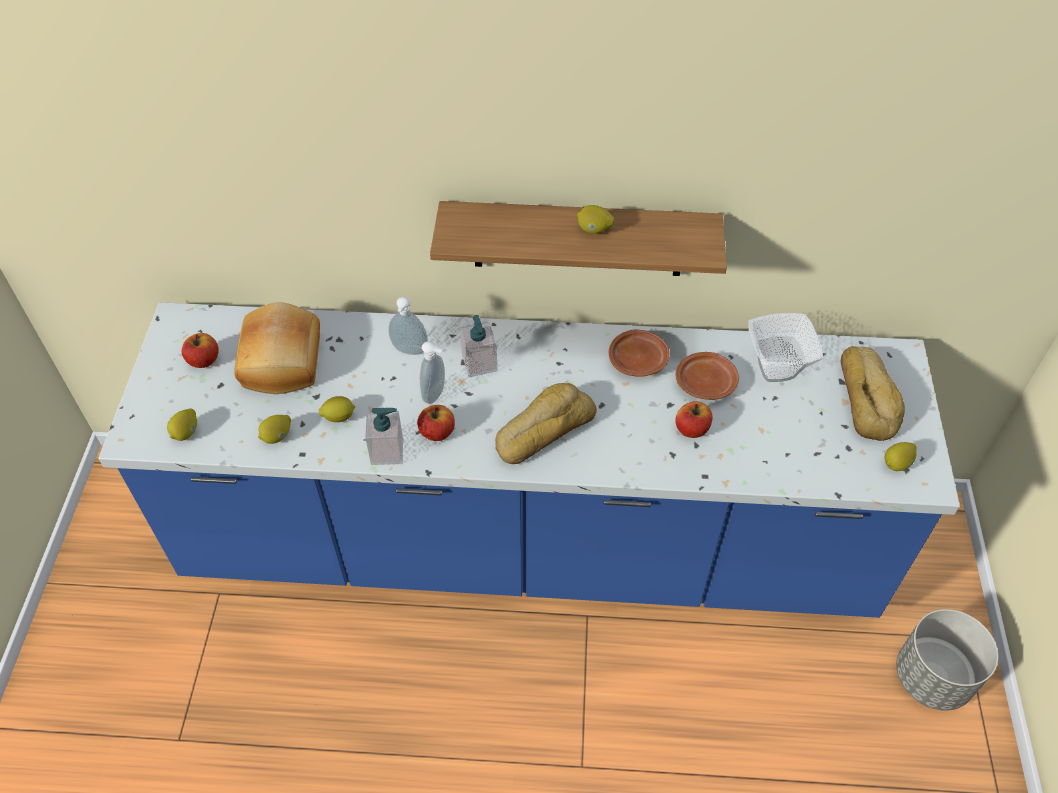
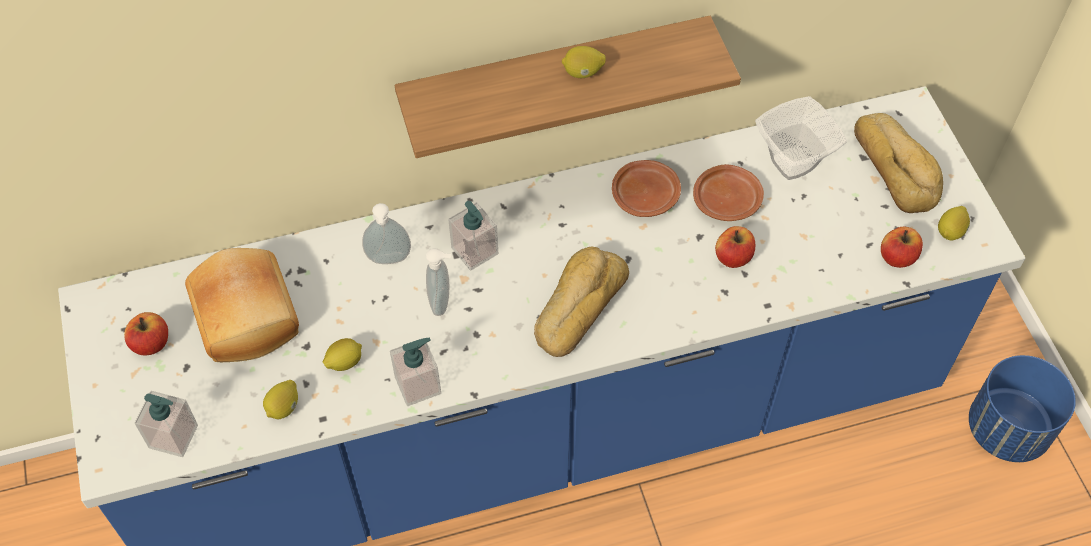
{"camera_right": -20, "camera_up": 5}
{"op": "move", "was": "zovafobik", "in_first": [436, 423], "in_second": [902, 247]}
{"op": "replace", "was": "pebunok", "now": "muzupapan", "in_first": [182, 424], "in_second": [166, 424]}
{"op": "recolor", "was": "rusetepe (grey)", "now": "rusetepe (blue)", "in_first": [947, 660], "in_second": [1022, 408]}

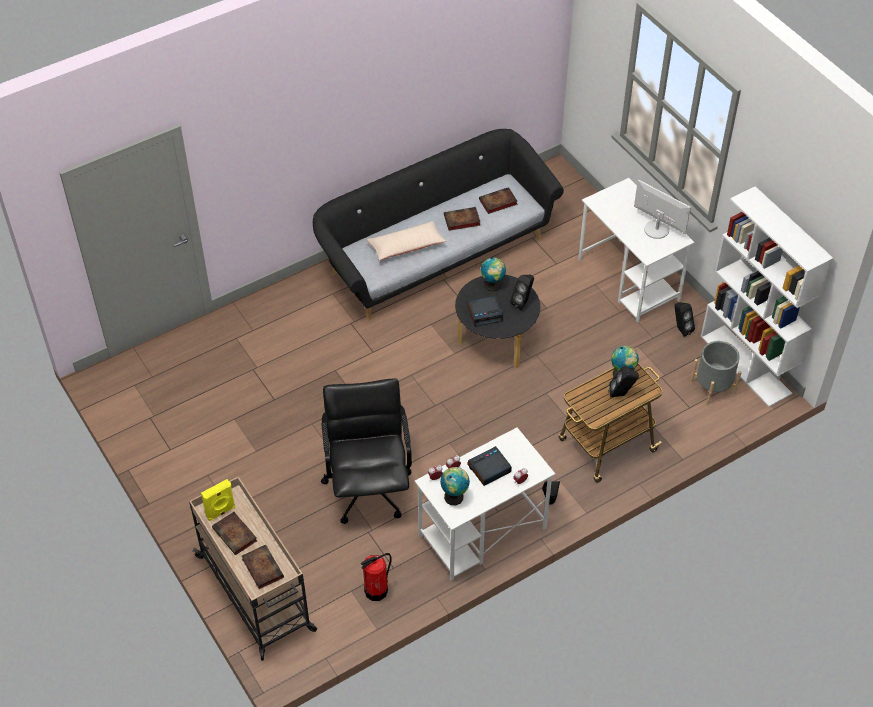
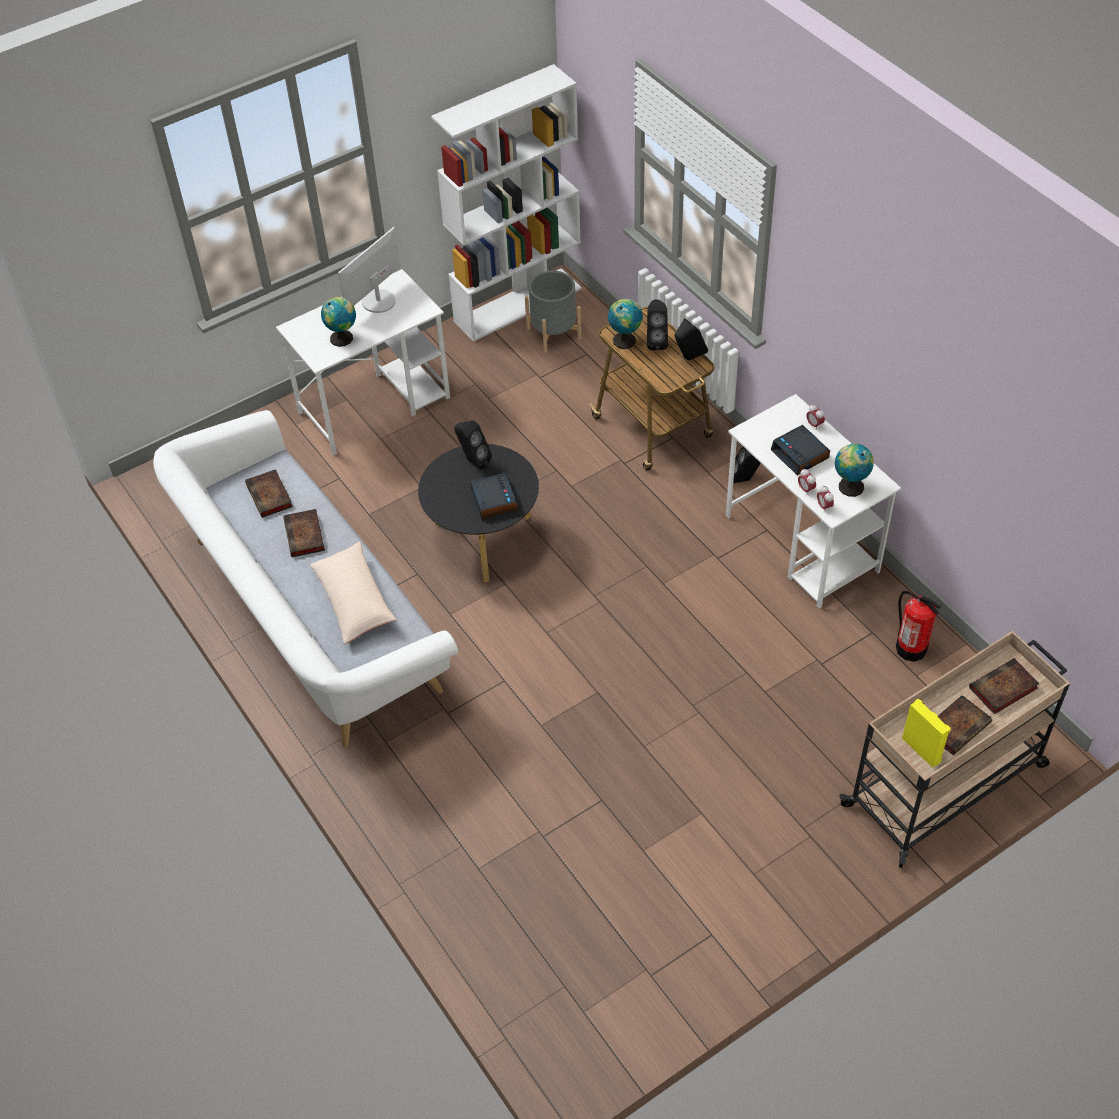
{"camera_right": -90, "camera_up": 0}
{"op": "delete", "was": "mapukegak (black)", "in_first": [366, 451]}
{"op": "move", "was": "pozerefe", "in_first": [493, 274], "in_second": [338, 322]}
{"op": "move", "was": "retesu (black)", "in_first": [684, 319], "in_second": [691, 339]}
{"op": "recolor", "was": "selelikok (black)", "now": "selelikok (white)", "in_first": [438, 225], "in_second": [305, 578]}

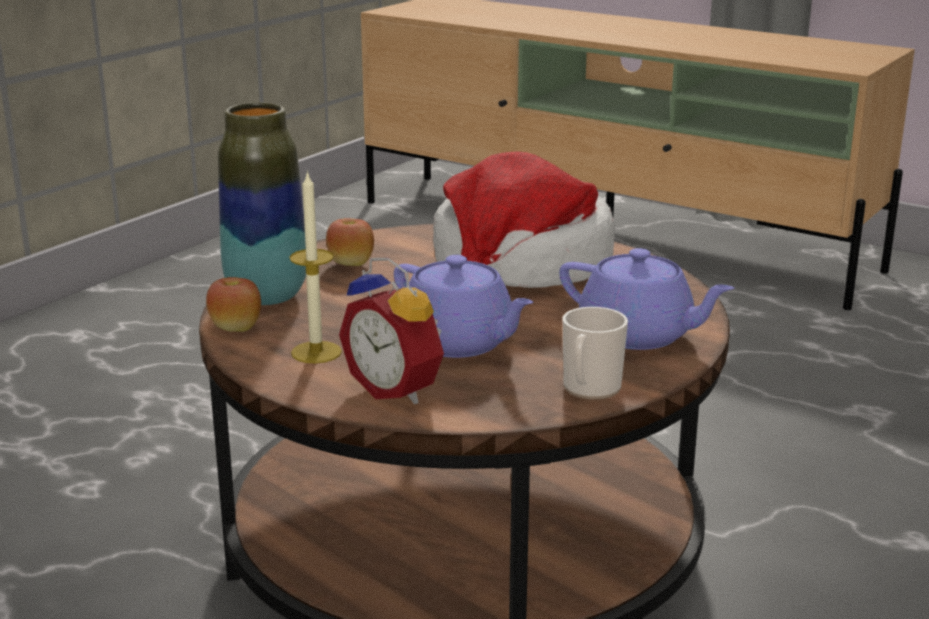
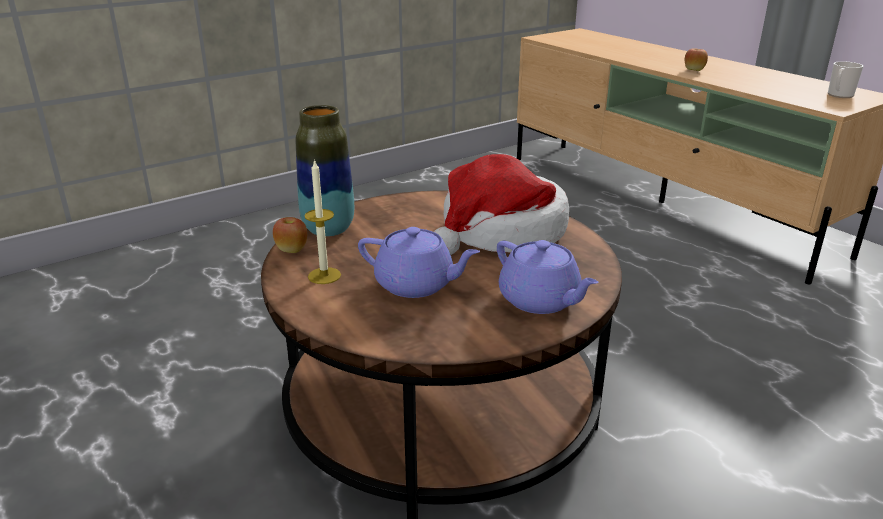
{"camera_right": 20, "camera_up": 5}
{"op": "delete", "was": "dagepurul", "in_first": [391, 330]}
{"op": "move", "was": "zovafobik", "in_first": [350, 242], "in_second": [696, 60]}
{"op": "move", "was": "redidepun", "in_first": [595, 353], "in_second": [846, 79]}
{"op": "rotate", "was": "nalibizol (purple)", "in_first": [463, 306], "in_second": [419, 262], "clockwise": -45}

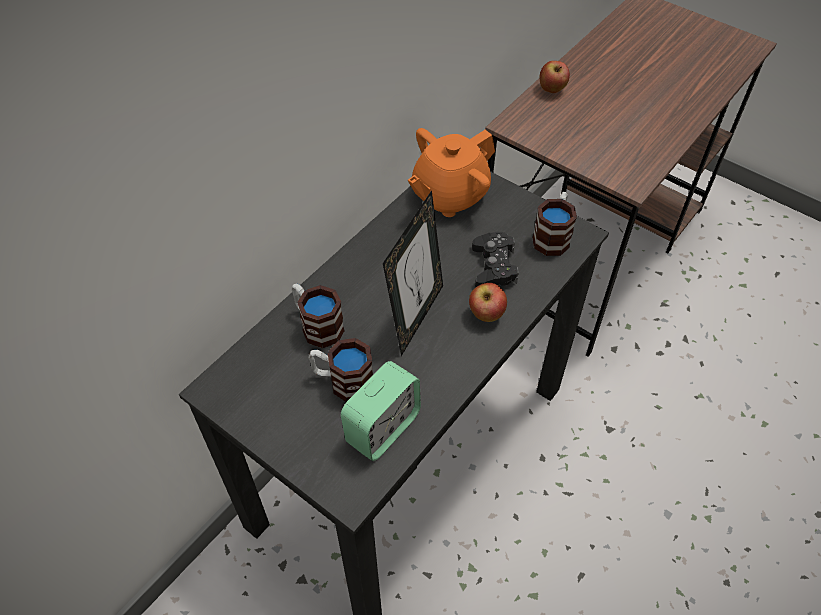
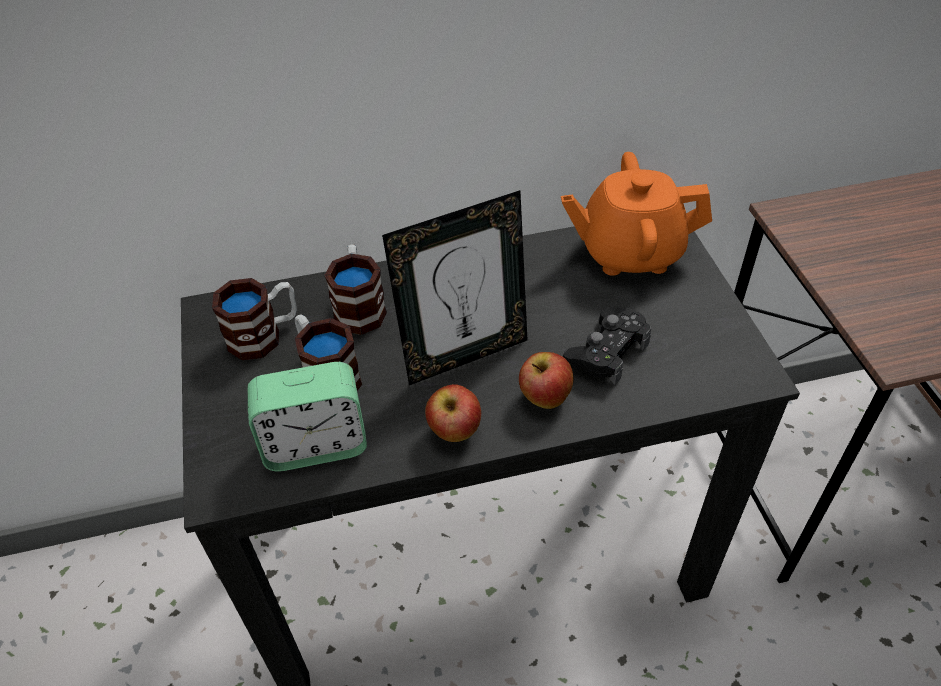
{"camera_right": 40, "camera_up": -5}
{"op": "move", "was": "redidepun", "in_first": [554, 224], "in_second": [254, 319]}
{"op": "move", "was": "zovafobik", "in_first": [555, 77], "in_second": [453, 413]}

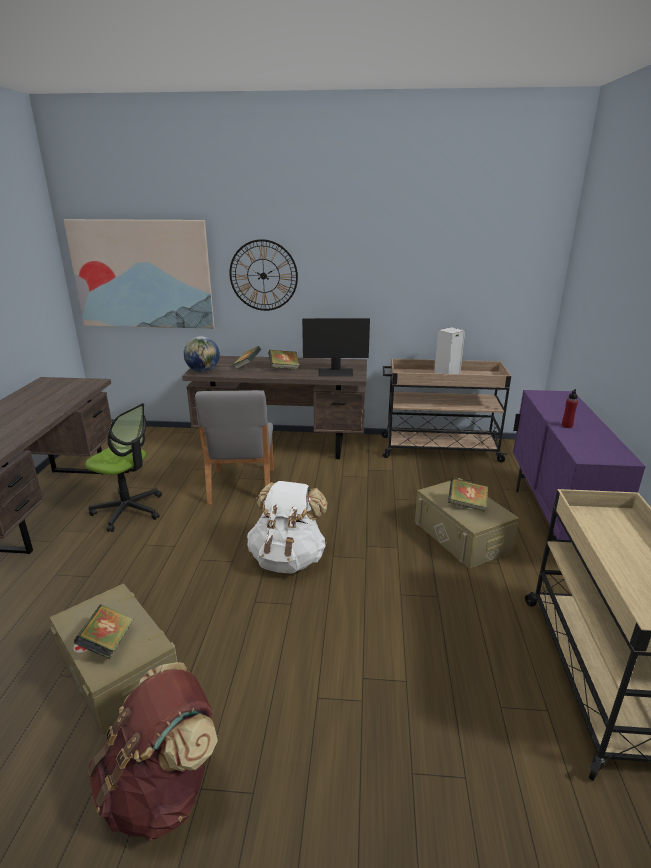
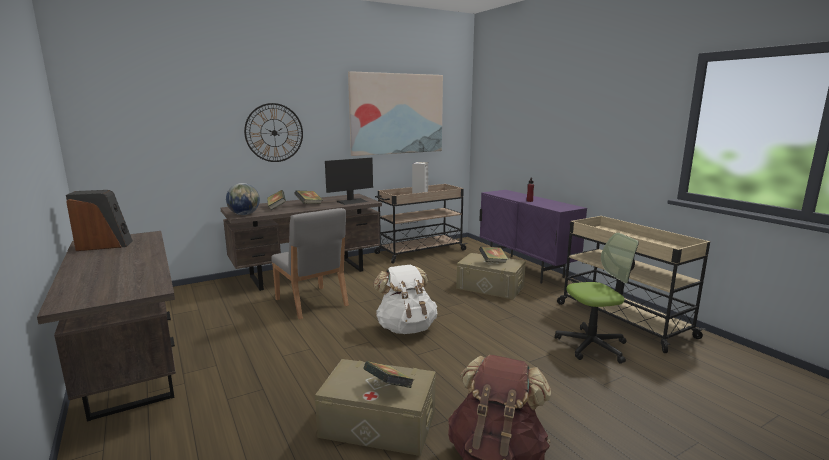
{"camera_right": -35, "camera_up": -10}
{"op": "insert", "now": "retesu", "in_second": [99, 220]}
{"op": "move", "was": "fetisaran", "in_first": [139, 273], "in_second": [395, 113]}
{"op": "move", "was": "mapukegak", "in_first": [123, 467], "in_second": [597, 298]}

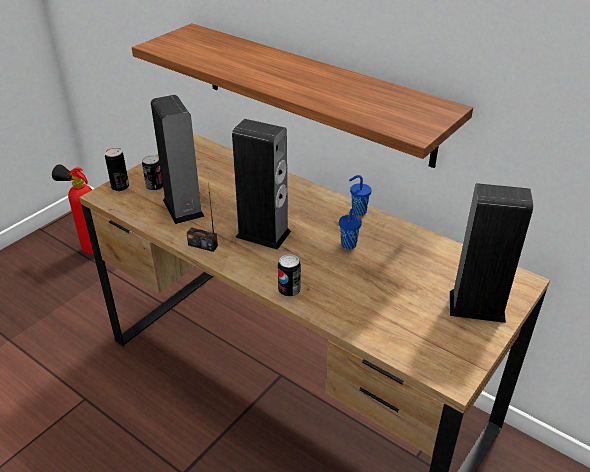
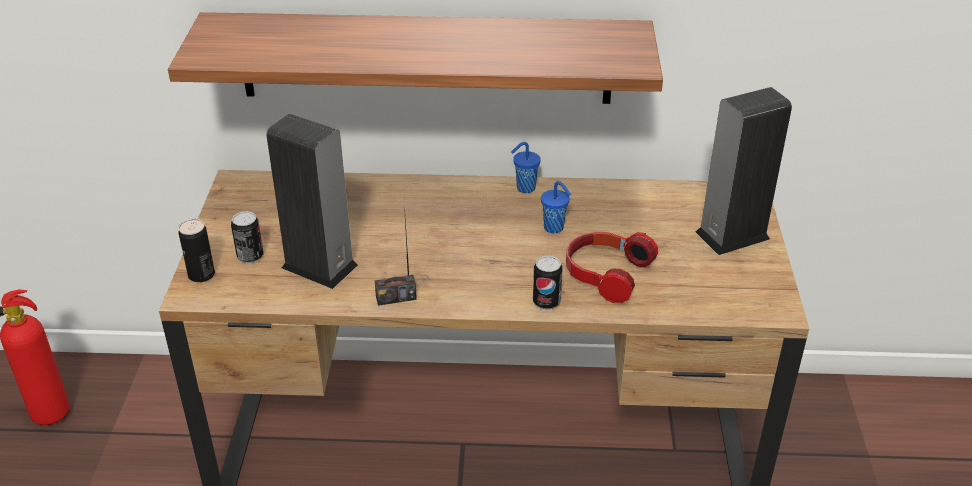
{"camera_right": -35, "camera_up": 0}
{"op": "delete", "was": "retesu", "in_first": [261, 184]}
{"op": "insert", "now": "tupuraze", "in_second": [612, 268]}

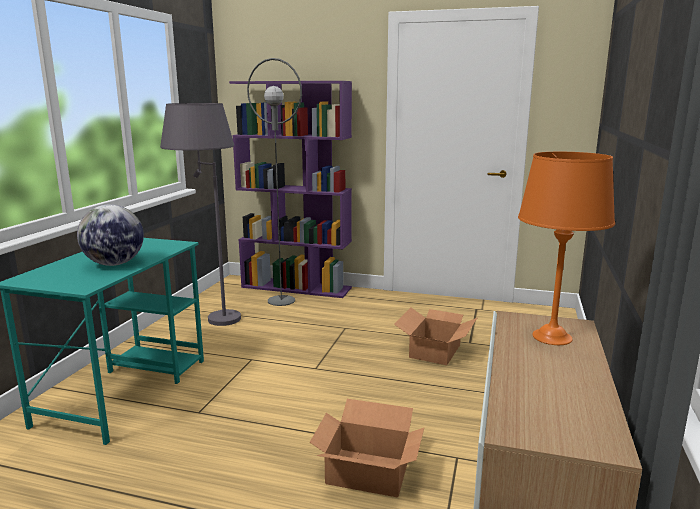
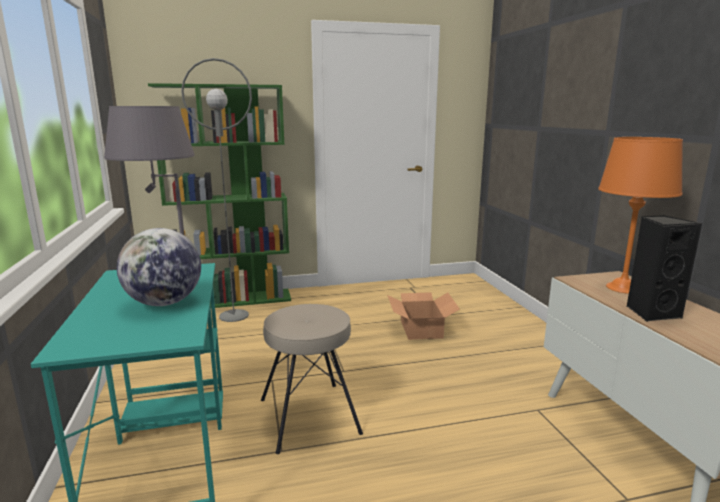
{"camera_right": -30, "camera_up": 0}
{"op": "delete", "was": "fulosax", "in_first": [367, 448]}
{"op": "insert", "now": "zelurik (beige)", "in_second": [312, 379]}
{"op": "insert", "now": "retesu (black)", "in_second": [664, 268]}
{"op": "recolor", "was": "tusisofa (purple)", "now": "tusisofa (green)", "in_first": [290, 189], "in_second": [219, 195]}

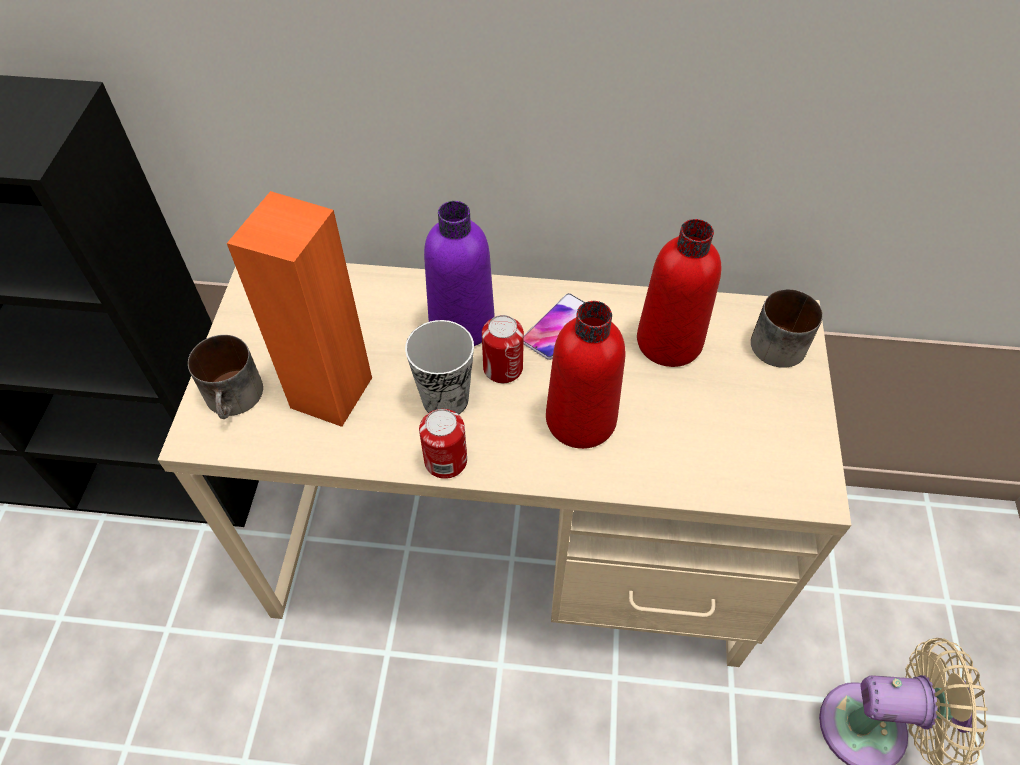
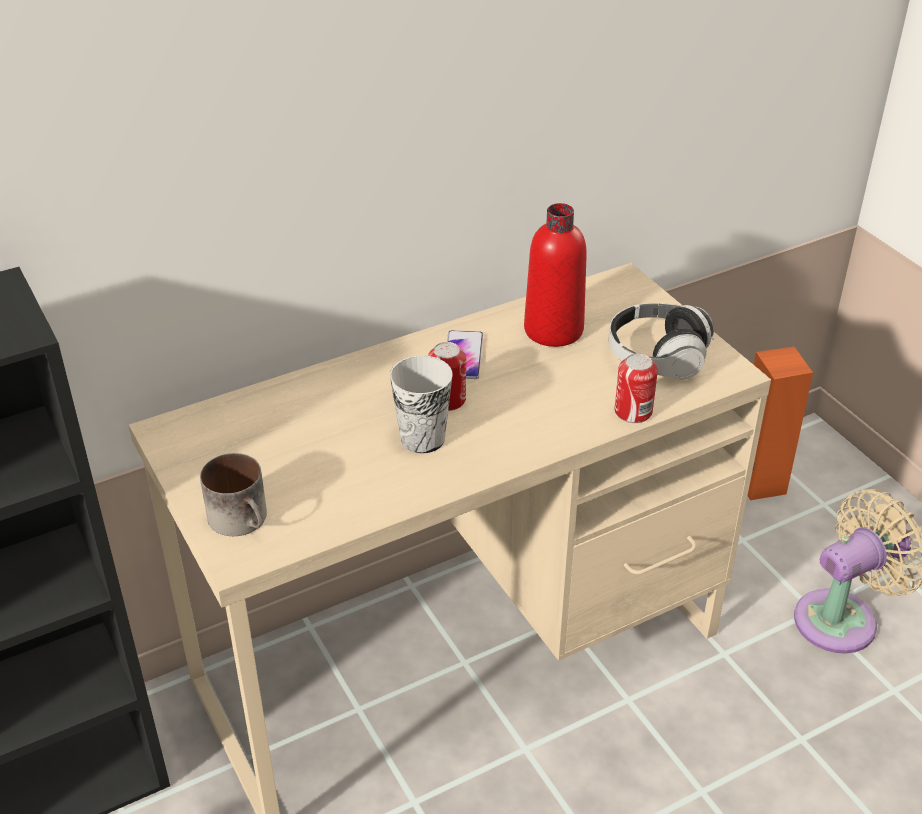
{"camera_right": -35, "camera_up": -15}
{"op": "delete", "was": "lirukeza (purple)", "in_first": [459, 273]}
{"op": "delete", "was": "lirukeza (red)", "in_first": [585, 375]}
{"op": "delete", "was": "redidepun", "in_first": [787, 328]}
{"op": "insert", "now": "tupuraze", "in_second": [661, 341]}
{"op": "move", "was": "retesu (orange)", "in_first": [299, 309], "in_second": [780, 423]}
{"op": "move", "was": "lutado", "in_first": [443, 444], "in_second": [636, 388]}

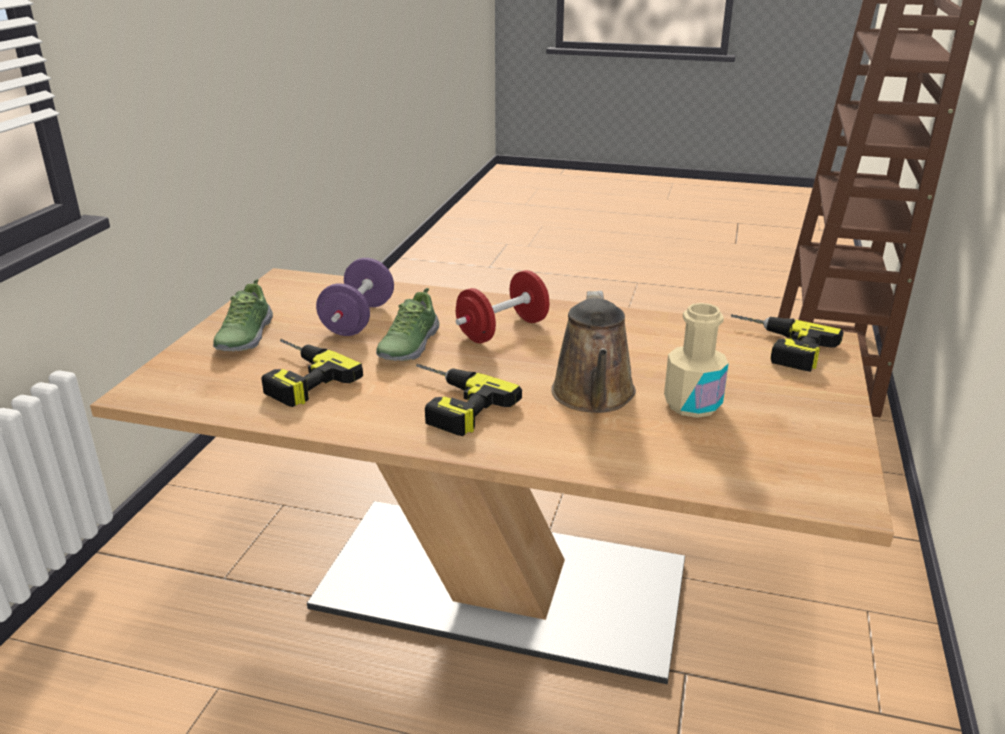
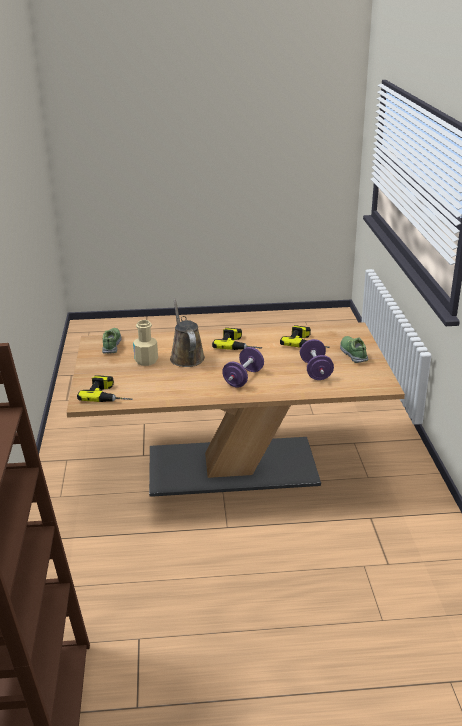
{"camera_right": 160, "camera_up": 0}
{"op": "move", "was": "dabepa", "in_first": [407, 324], "in_second": [111, 341]}
{"op": "recolor", "was": "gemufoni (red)", "now": "gemufoni (purple)", "in_first": [503, 306], "in_second": [243, 367]}

